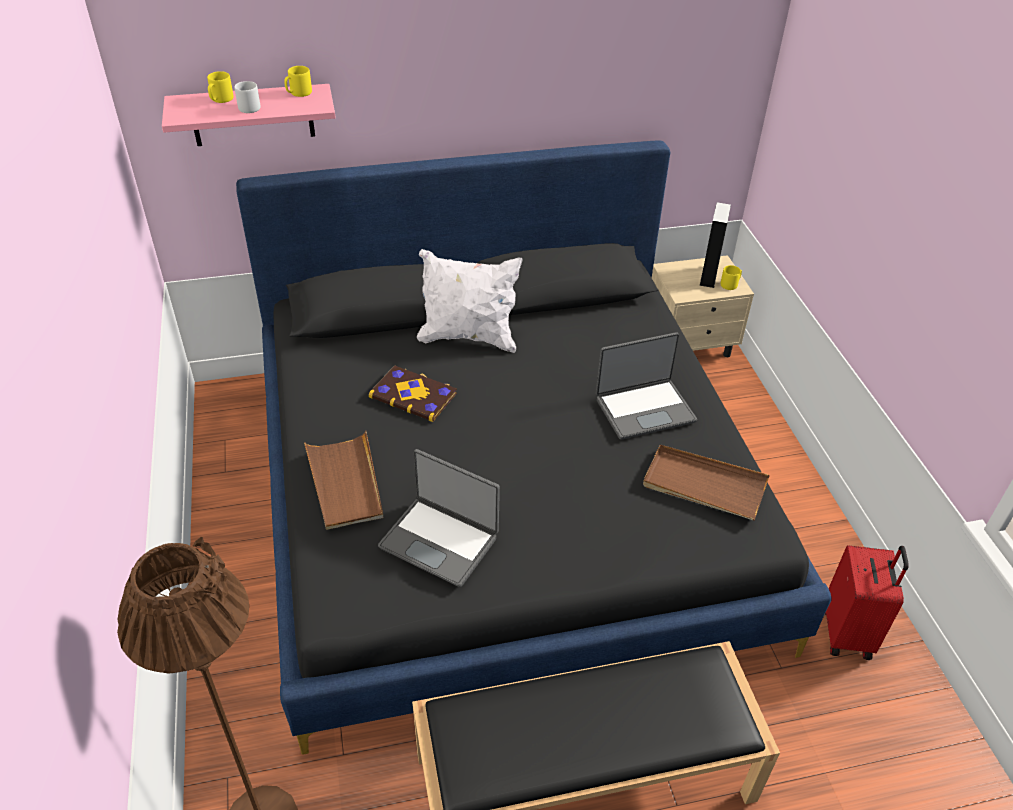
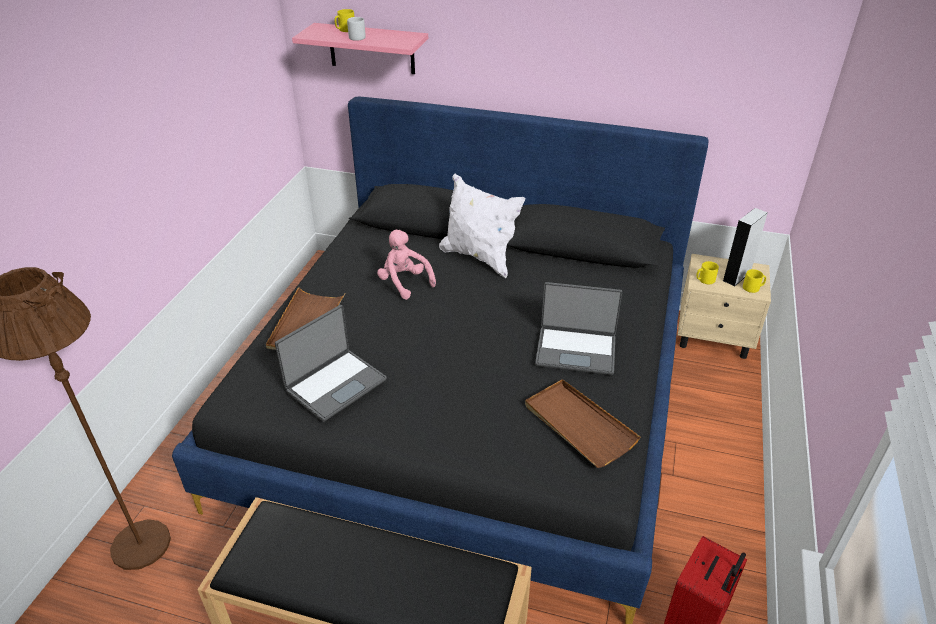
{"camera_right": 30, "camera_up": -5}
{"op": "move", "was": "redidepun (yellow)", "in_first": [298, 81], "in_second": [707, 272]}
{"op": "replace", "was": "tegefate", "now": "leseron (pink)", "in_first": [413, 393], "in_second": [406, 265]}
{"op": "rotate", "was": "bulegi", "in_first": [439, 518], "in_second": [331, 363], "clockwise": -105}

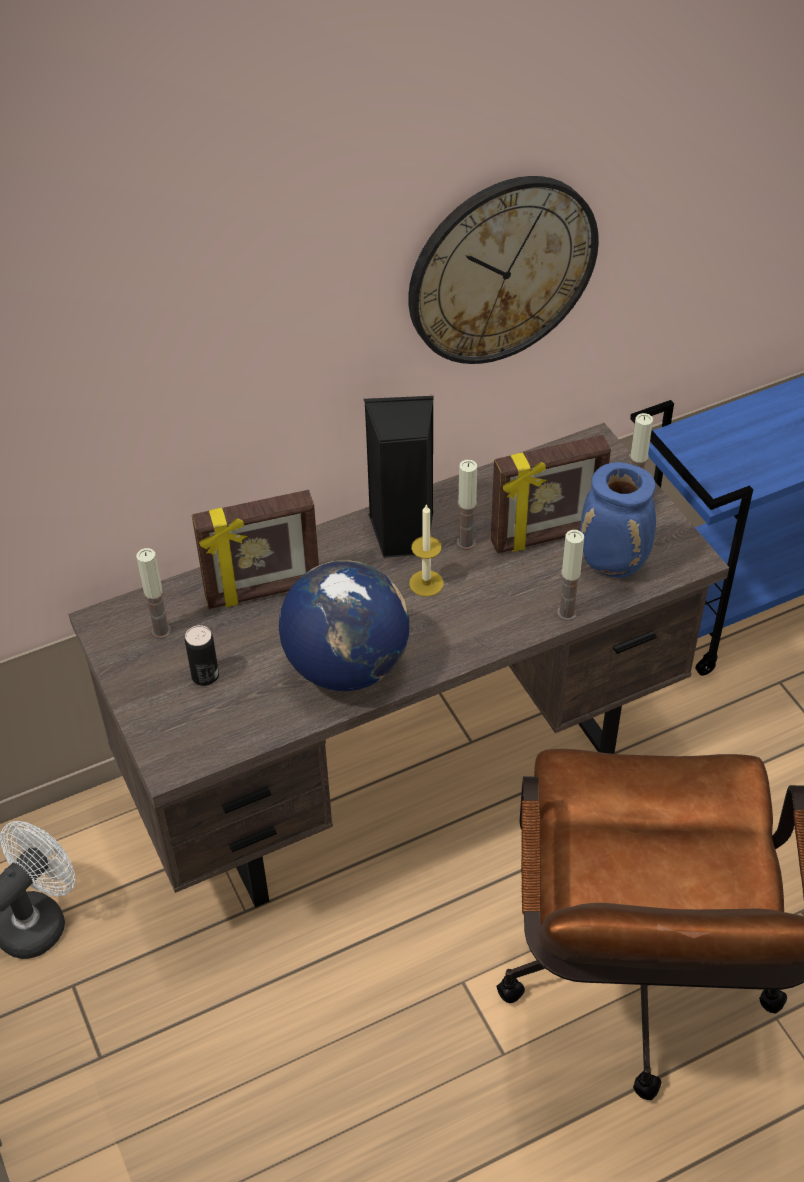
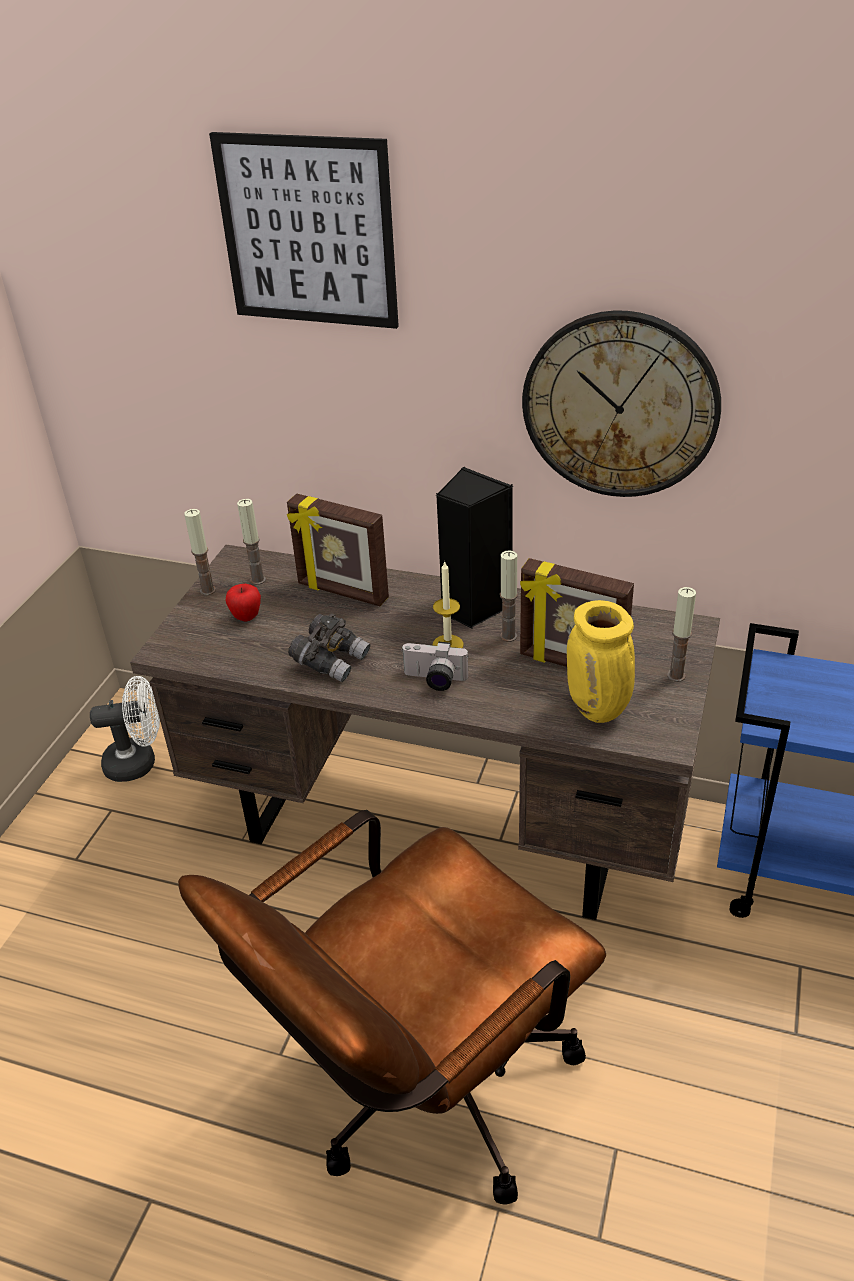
{"camera_right": 45, "camera_up": -10}
{"op": "insert", "now": "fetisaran", "in_second": [304, 230]}
{"op": "insert", "now": "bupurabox", "in_second": [435, 666]}
{"op": "move", "was": "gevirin", "in_first": [570, 575], "in_second": [200, 552]}
{"op": "replace", "was": "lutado", "now": "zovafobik", "in_first": [202, 655], "in_second": [243, 602]}
{"op": "replace", "was": "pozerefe", "now": "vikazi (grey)", "in_first": [344, 625], "in_second": [329, 648]}
{"op": "recolor", "was": "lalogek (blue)", "now": "lalogek (yellow)", "in_first": [618, 520], "in_second": [601, 661]}

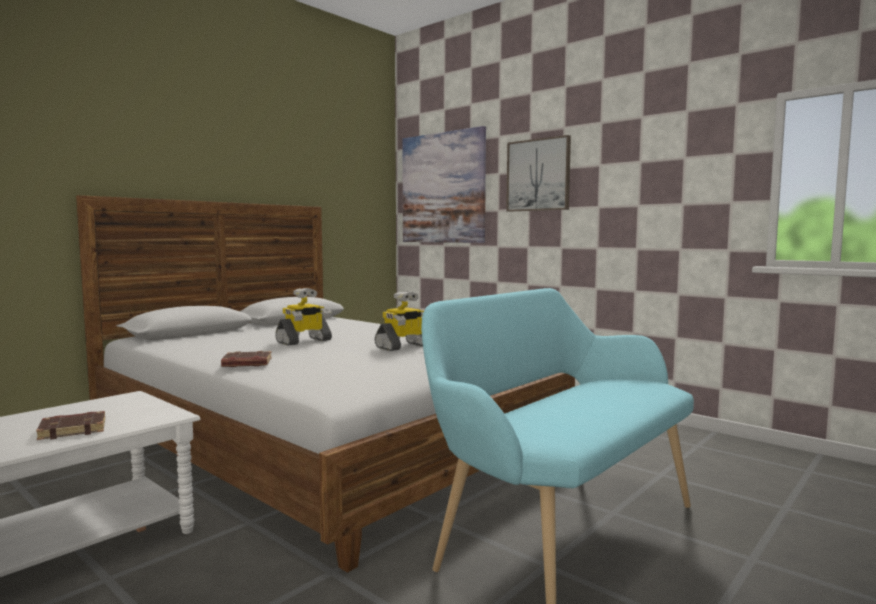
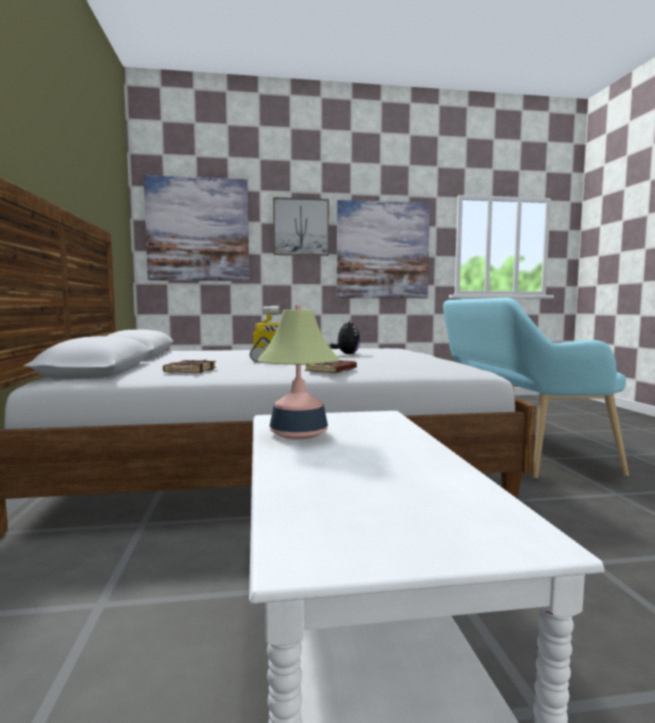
{"camera_right": -50, "camera_up": 0}
{"op": "insert", "now": "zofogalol", "in_second": [299, 372]}
{"op": "insert", "now": "fetisaran", "in_second": [383, 249]}
{"op": "move", "was": "tegefate (brown)", "in_first": [70, 425], "in_second": [189, 366]}
{"op": "replace", "was": "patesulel", "now": "leseron", "in_first": [399, 321], "in_second": [345, 337]}

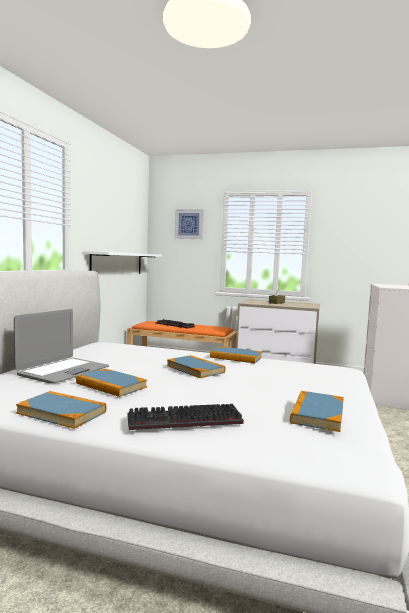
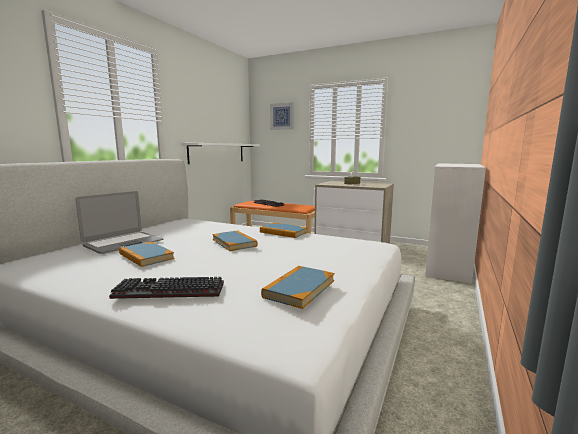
{"camera_right": 10, "camera_up": 5}
{"op": "delete", "was": "tegefate", "in_first": [61, 410]}

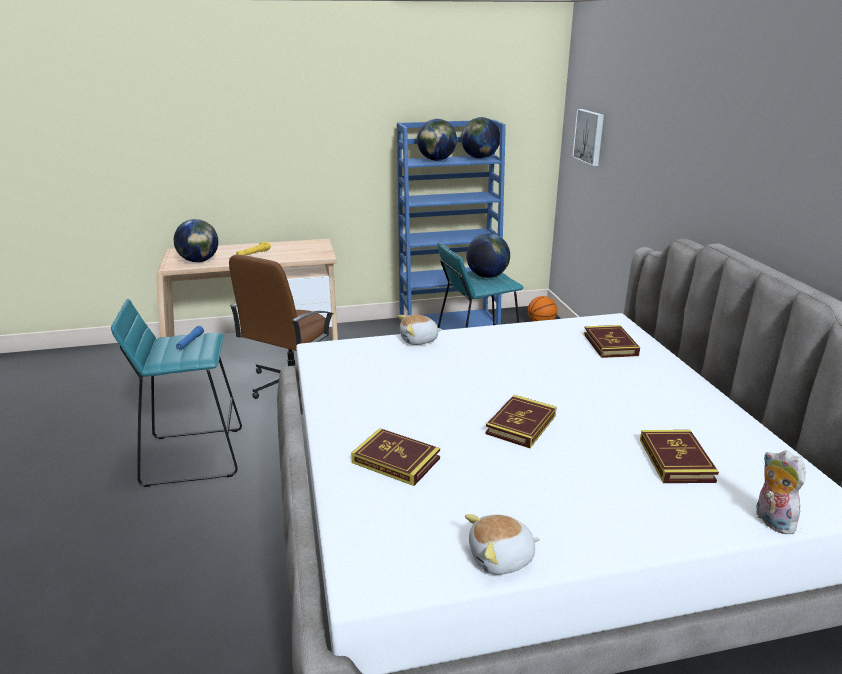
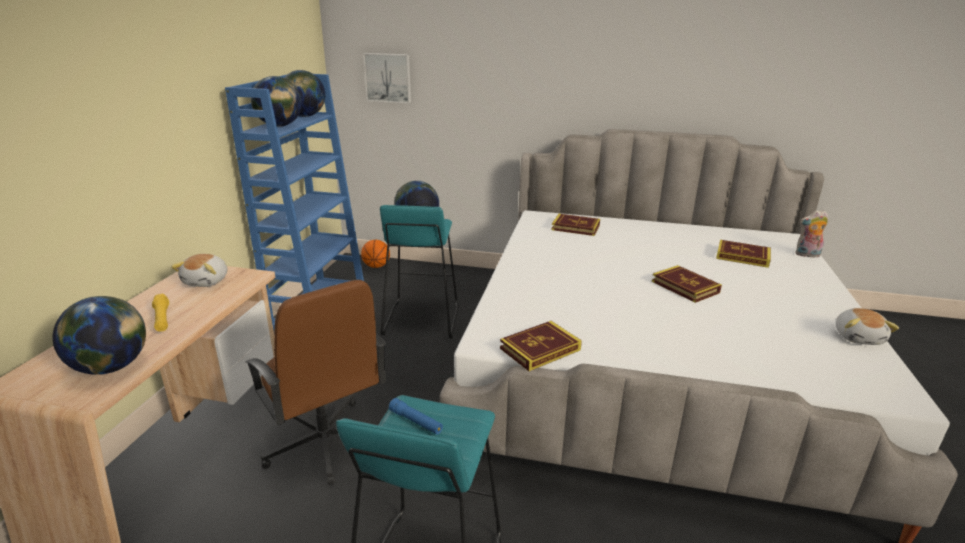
{"camera_right": -65, "camera_up": 0}
{"op": "move", "was": "tegefate", "in_first": [395, 457], "in_second": [541, 346]}
{"op": "move", "was": "leseron", "in_first": [419, 330], "in_second": [199, 270]}

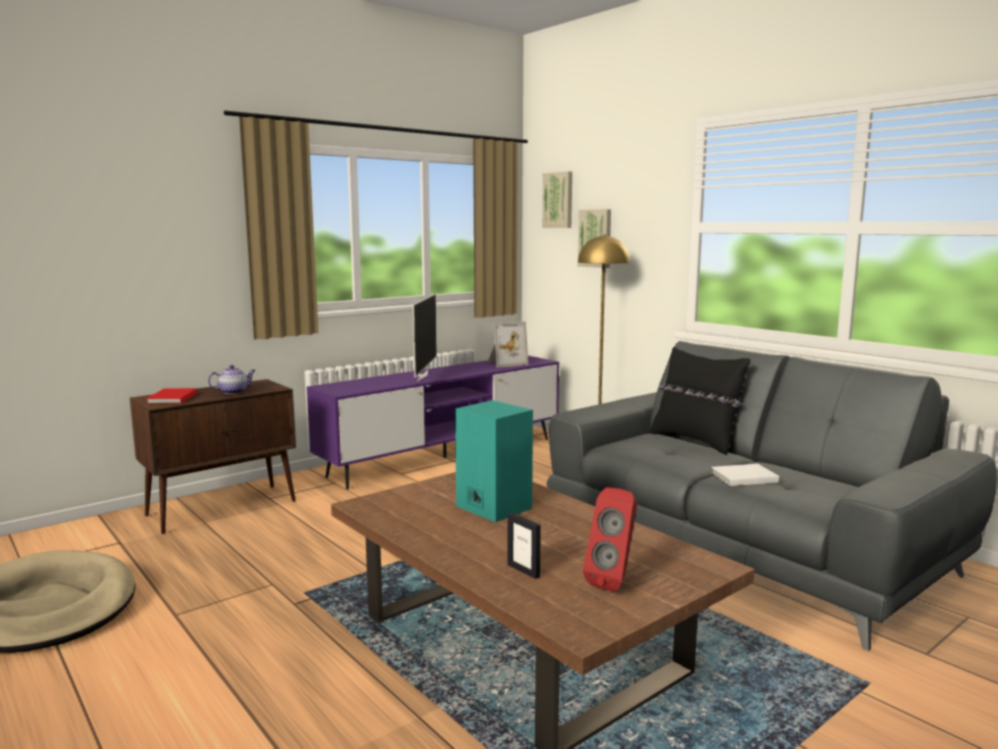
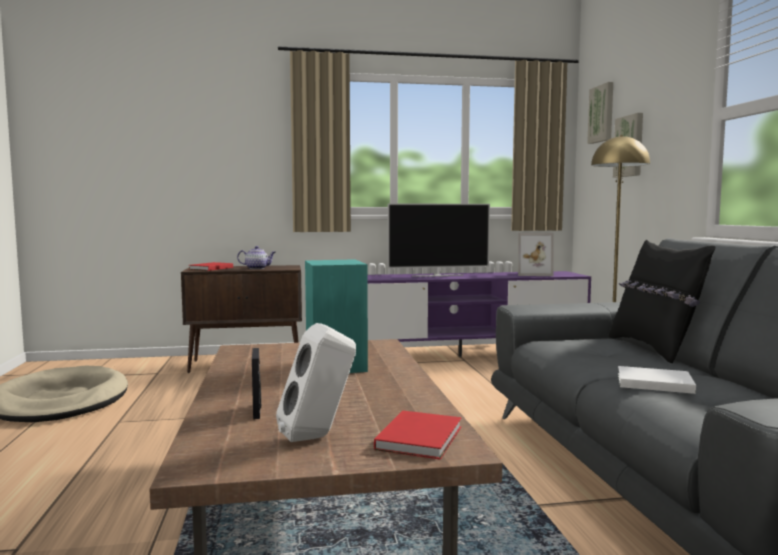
{"camera_right": 30, "camera_up": -5}
{"op": "insert", "now": "tegefate (red)", "in_second": [417, 435]}
{"op": "recolor", "was": "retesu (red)", "now": "retesu (white)", "in_first": [610, 539], "in_second": [316, 382]}
{"op": "rotate", "was": "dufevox", "in_first": [425, 337], "in_second": [439, 240], "clockwise": 45}

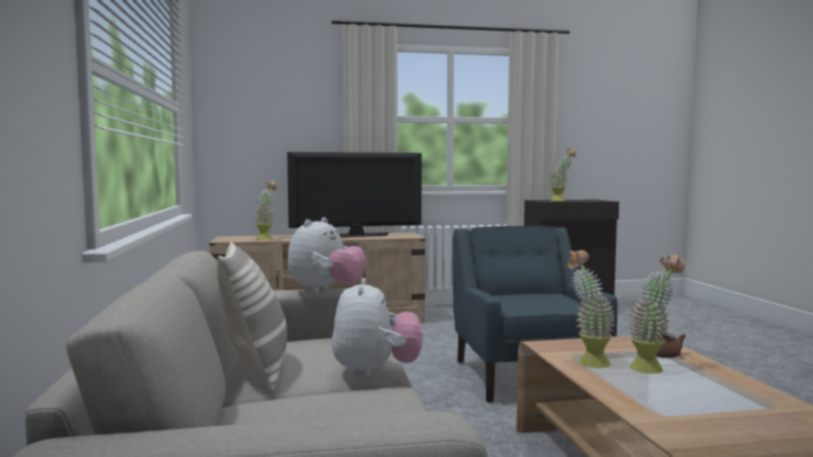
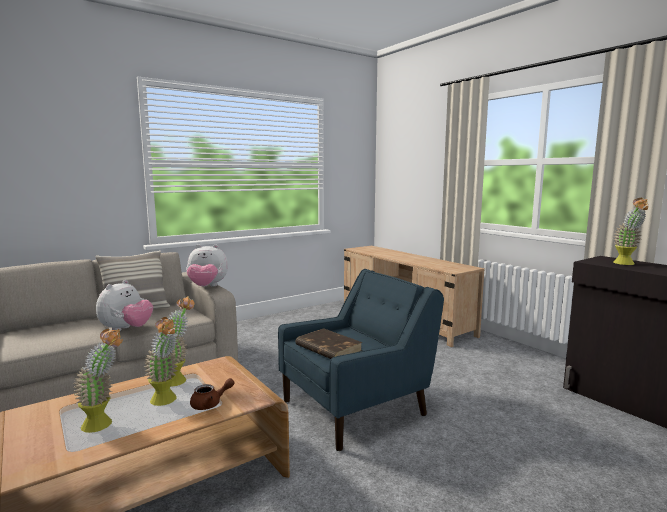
{"camera_right": 65, "camera_up": 5}
{"op": "delete", "was": "dufevox", "in_first": [354, 194]}
{"op": "insert", "now": "tegefate (brown)", "in_second": [329, 343]}
{"op": "move", "was": "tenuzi", "in_first": [266, 210], "in_second": [98, 381]}
{"op": "rotate", "was": "leseron", "in_first": [377, 328], "in_second": [124, 305], "clockwise": -45}

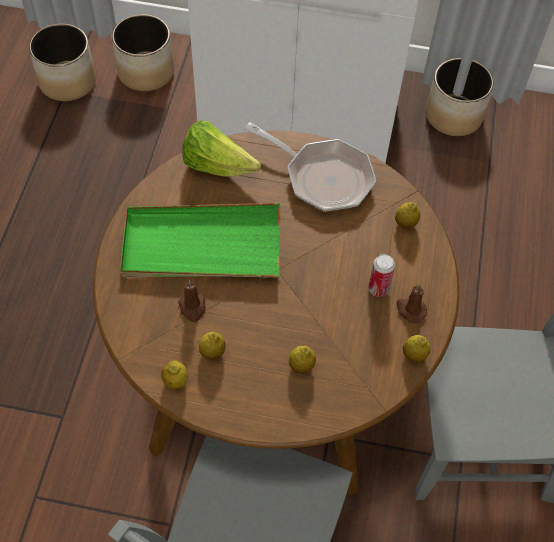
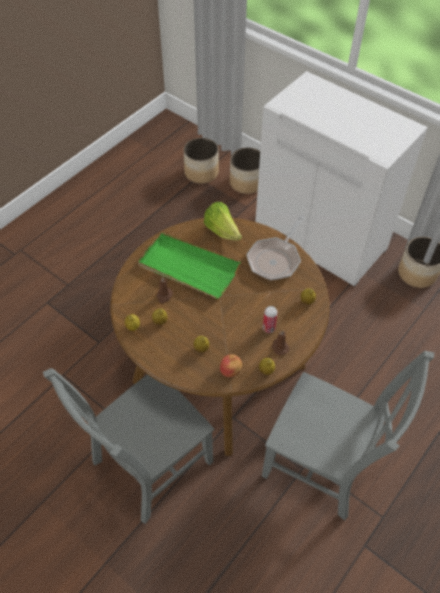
{"camera_right": 30, "camera_up": -5}
{"op": "insert", "now": "zovafobik", "in_second": [231, 365]}
{"op": "rotate", "was": "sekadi", "in_first": [310, 167], "in_second": [275, 248], "clockwise": 60}

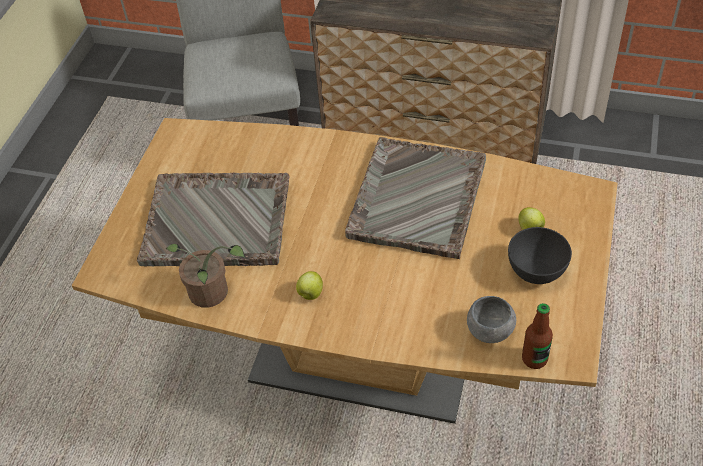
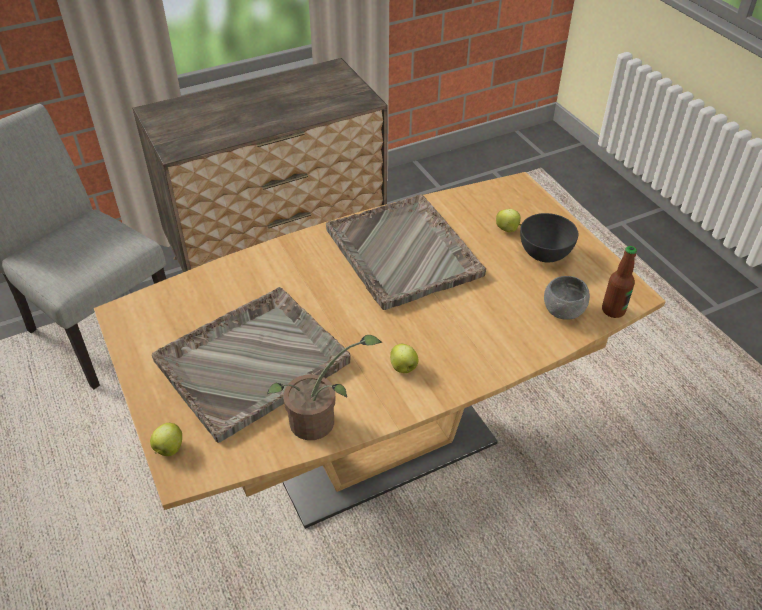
{"camera_right": -45, "camera_up": -5}
{"op": "insert", "now": "zovafobik", "in_second": [166, 439]}

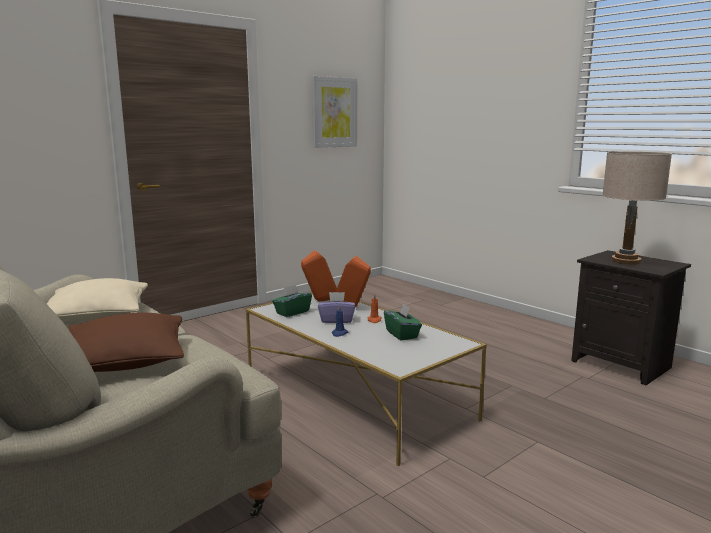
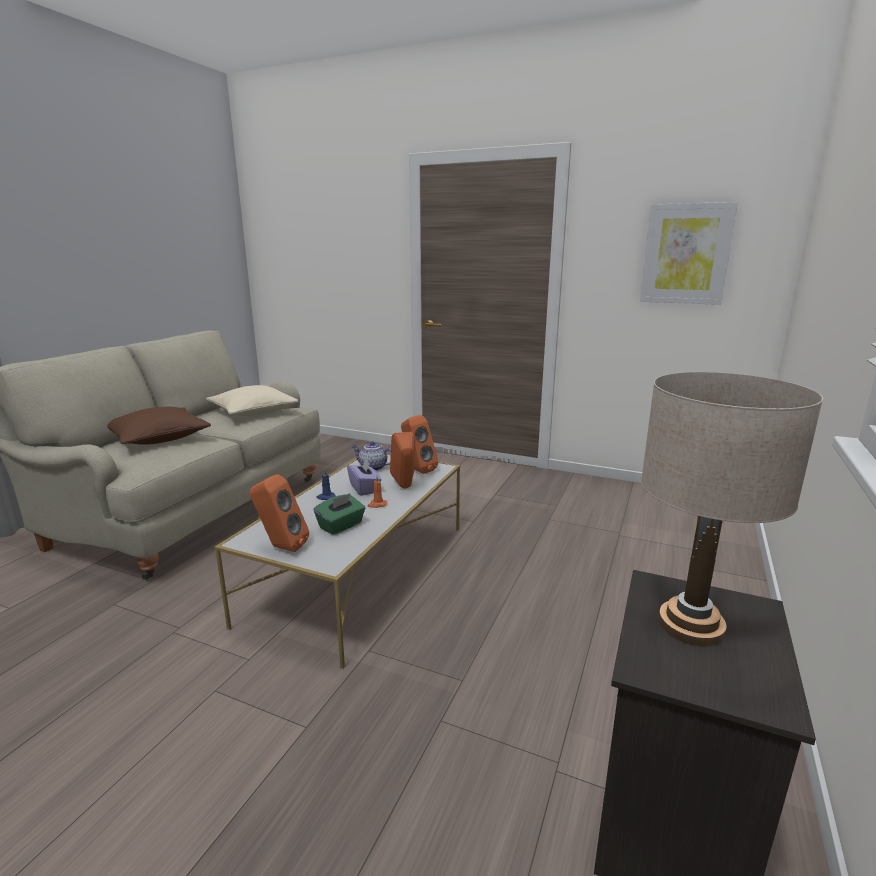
{"camera_right": 65, "camera_up": 5}
{"op": "insert", "now": "retesu (orange)", "in_second": [279, 513]}
{"op": "replace", "was": "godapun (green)", "now": "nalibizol", "in_first": [292, 300], "in_second": [371, 456]}

